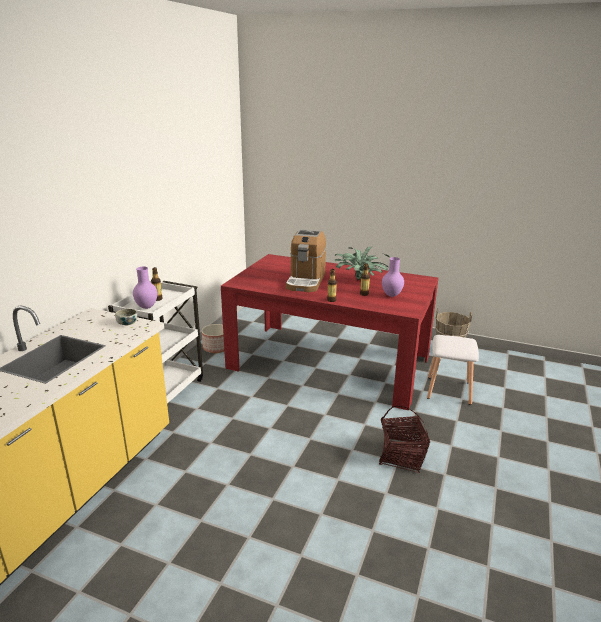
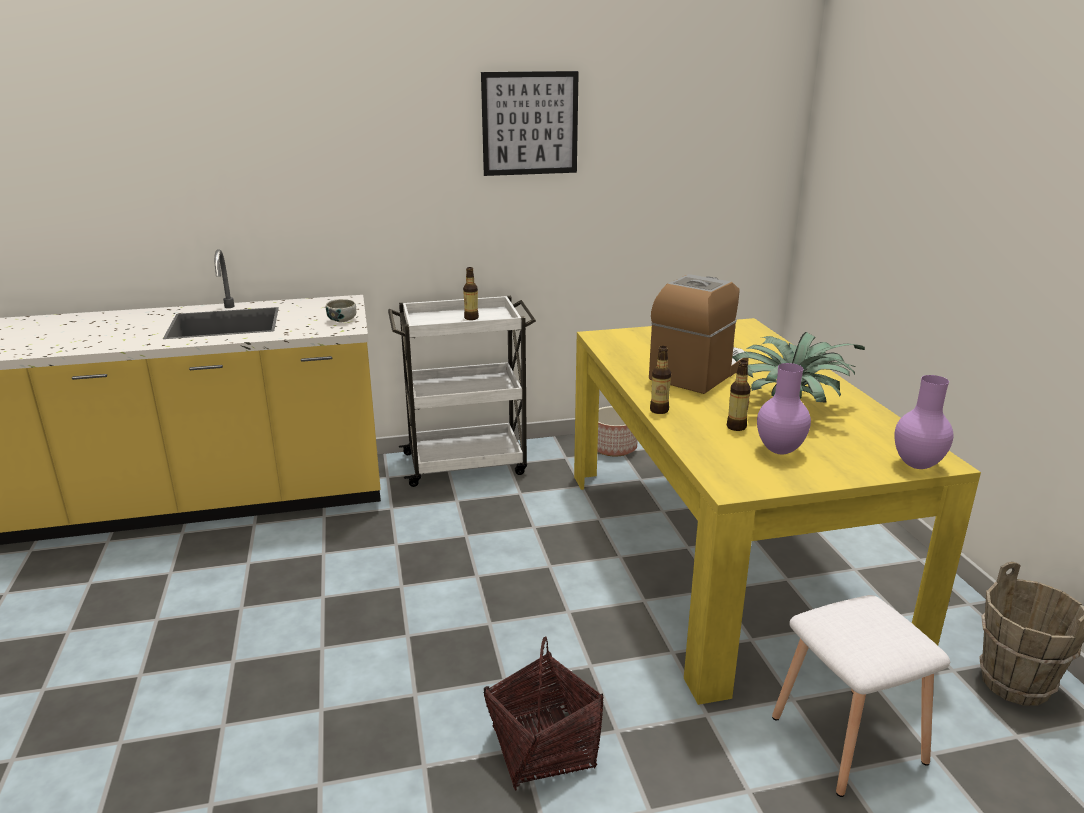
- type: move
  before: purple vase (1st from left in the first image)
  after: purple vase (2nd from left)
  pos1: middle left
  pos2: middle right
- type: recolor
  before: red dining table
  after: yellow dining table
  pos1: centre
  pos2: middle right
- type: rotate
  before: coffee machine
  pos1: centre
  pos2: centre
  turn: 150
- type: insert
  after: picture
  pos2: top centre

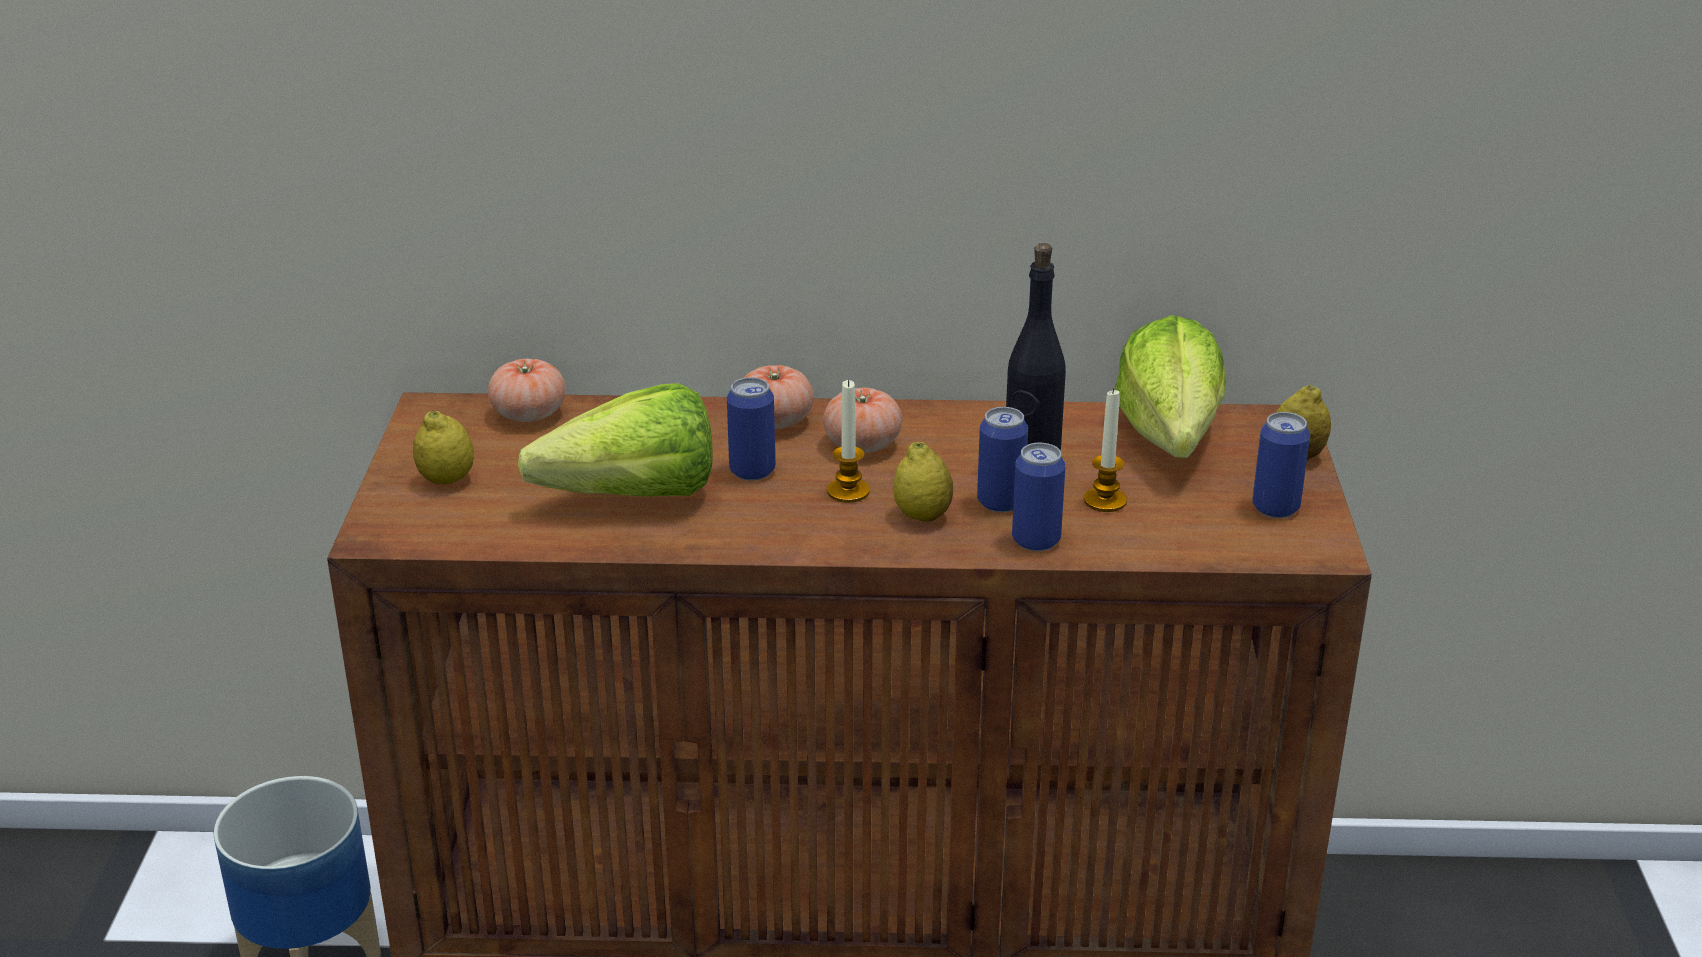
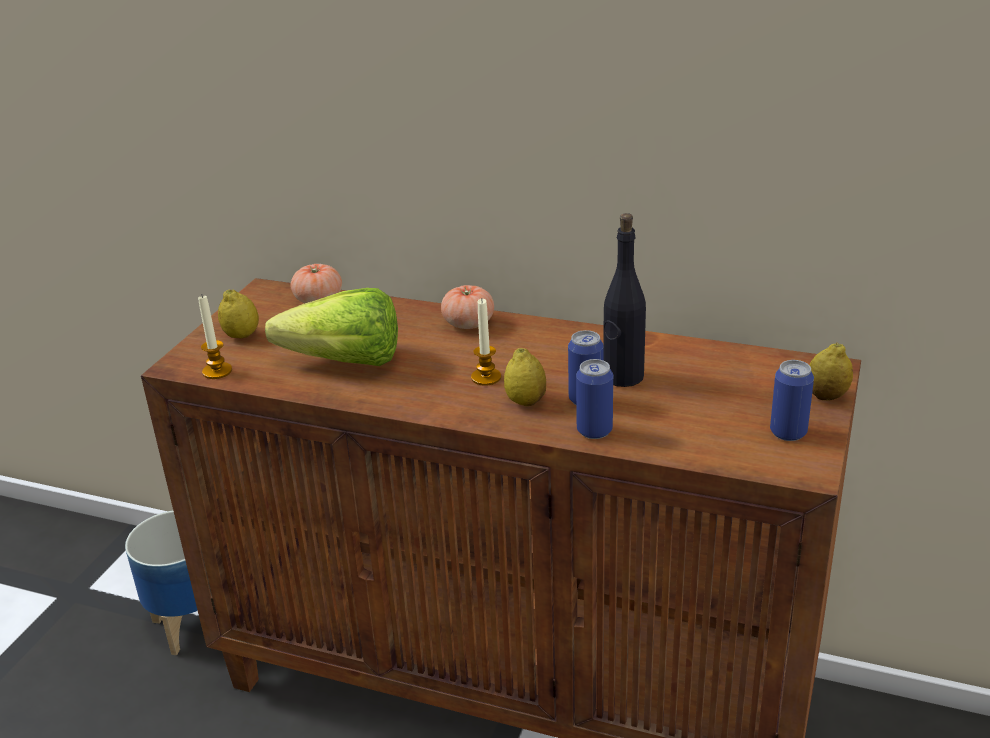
- type: delete
  before: can (1st from left)
  pos1: centre
- type: delete
  before: tomato (3rd from left)
  pos1: centre
- type: move
  before: candle (2nd from left in the first image)
  after: candle (1st from left)
  pos1: centre
  pos2: middle left
- type: delete
  before: lettuce (2nd from left)
  pos1: middle right

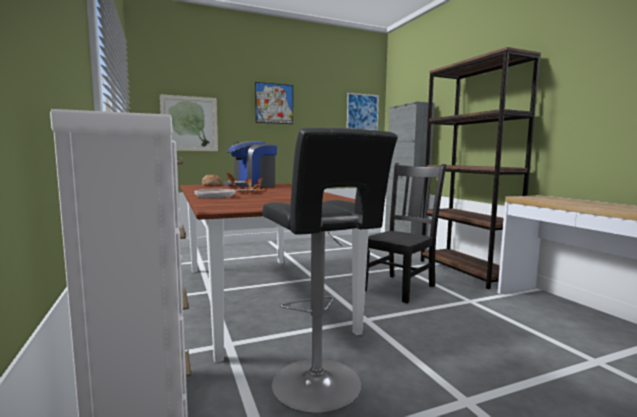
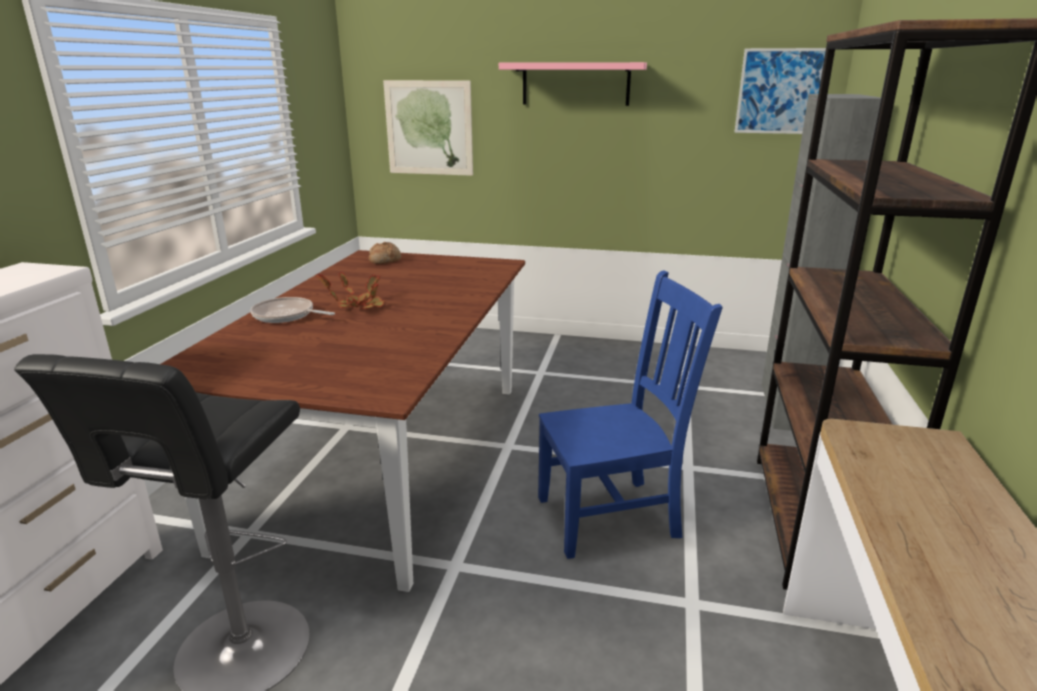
- type: delete
  before: coffee machine
  pos1: centre
- type: replace
  before: picture (2nd from left)
  after: pink shelf
  pos1: top centre
  pos2: top centre
- type: recolor
  before: black chair
  after: blue chair
  pos1: centre
  pos2: centre

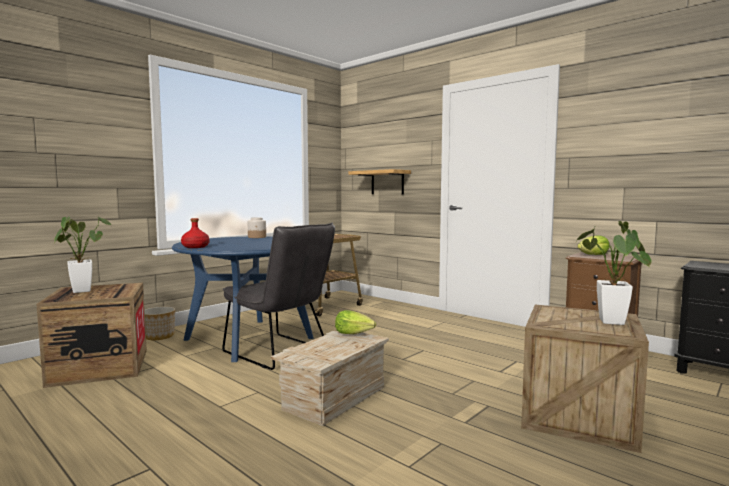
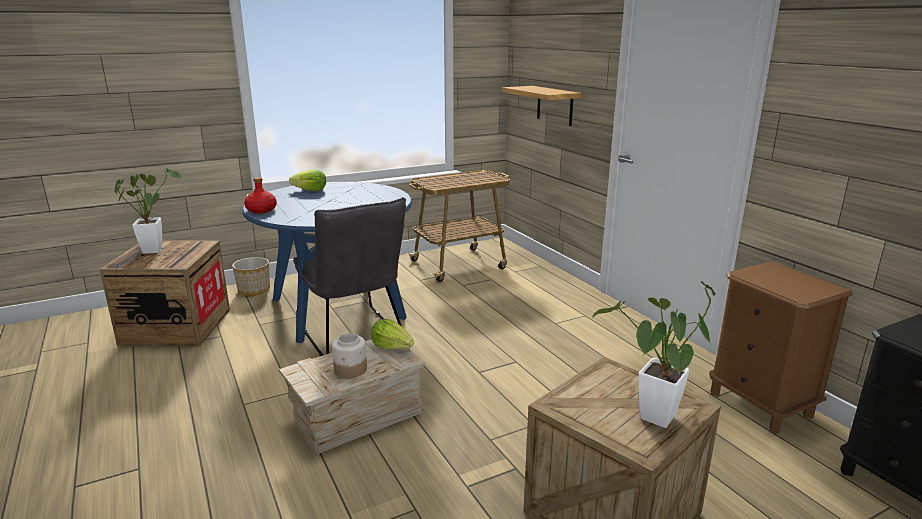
- type: move
  before: jar
  pos1: centre
  pos2: bottom centre
- type: move
  before: lettuce (2nd from left in the first image)
  after: lettuce (1st from left)
  pos1: middle right
  pos2: middle left

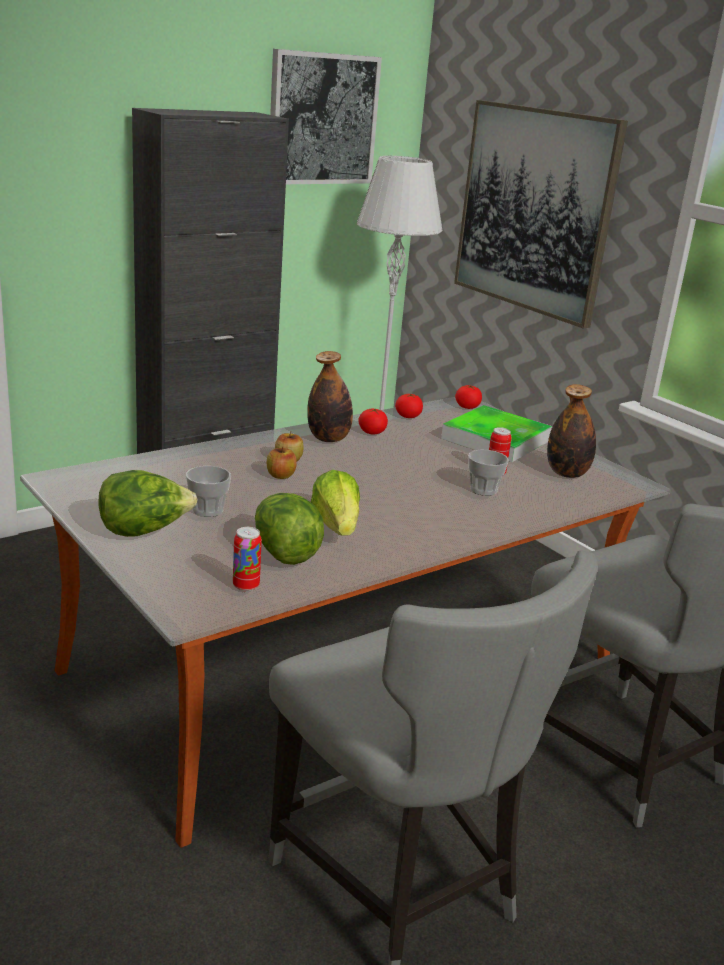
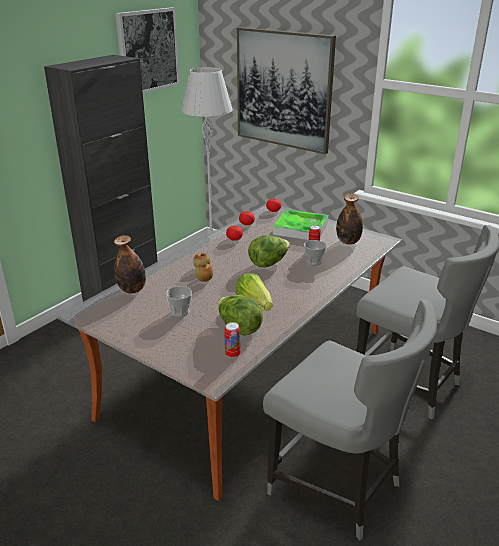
- type: move
  before: lettuce (1st from left in the first image)
  after: lettuce (3rd from left)
  pos1: middle left
  pos2: centre
- type: move
  before: bottle (1st from left)
  pos1: centre
  pos2: middle left

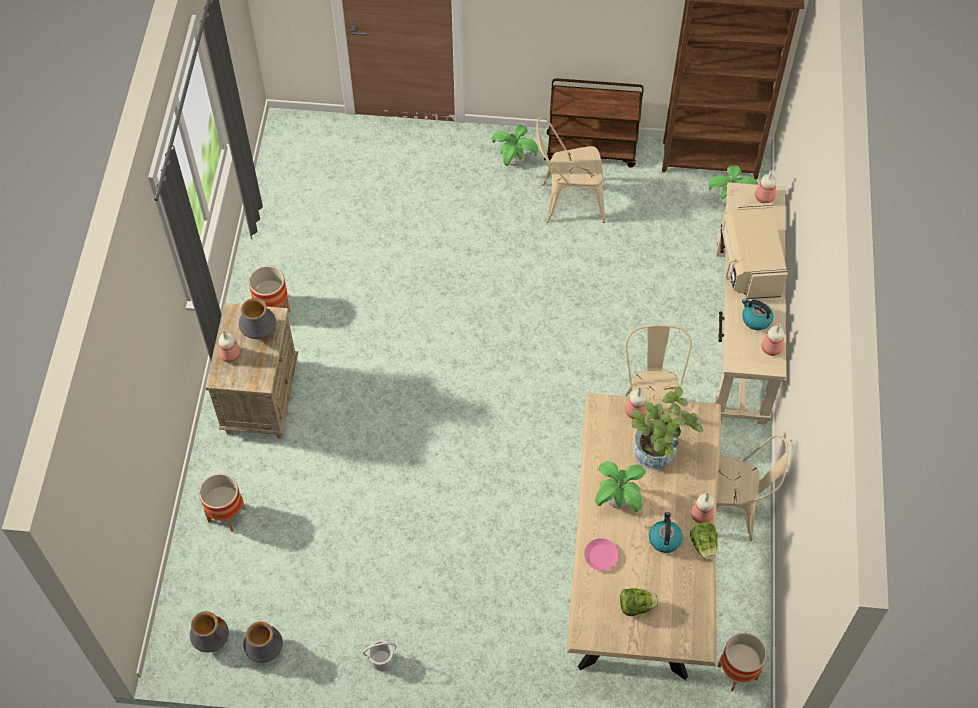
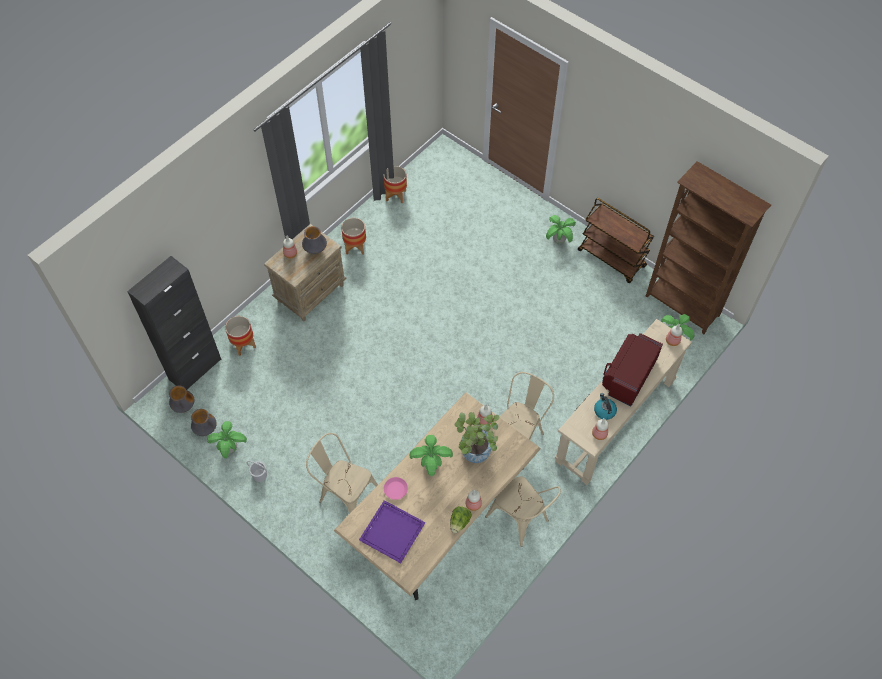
- type: move
  before: beige chair (1st from left)
  pos1: top centre
  pos2: bottom centre
- type: replace
  before: lettuce (1st from left)
  after: purple tray
  pos1: bottom centre
  pos2: bottom centre
- type: delete
  before: kettle (1st from left)
  pos1: bottom right
- type: move
  before: planter (3rd from left)
  pos1: bottom right
  pos2: top centre
- type: recolor
  before: beige microwave
  after: red microwave
  pos1: middle right
  pos2: middle right
- type: insert
  after: black cabinet
  pos2: middle left
- type: insert
  after: potted plant (1st from left)
  pos2: middle left

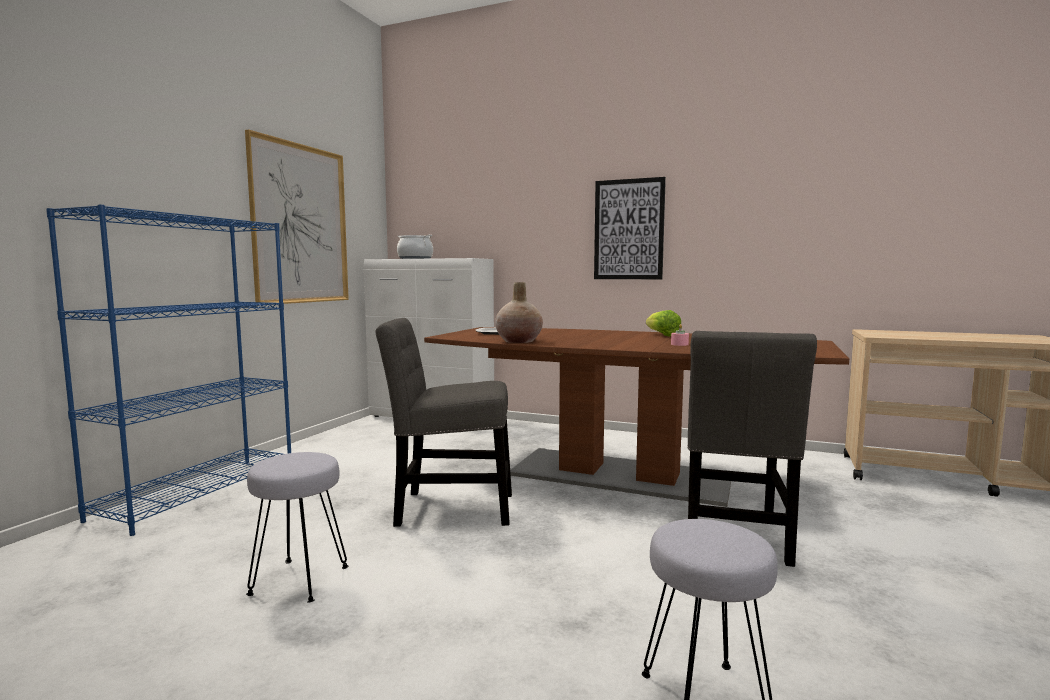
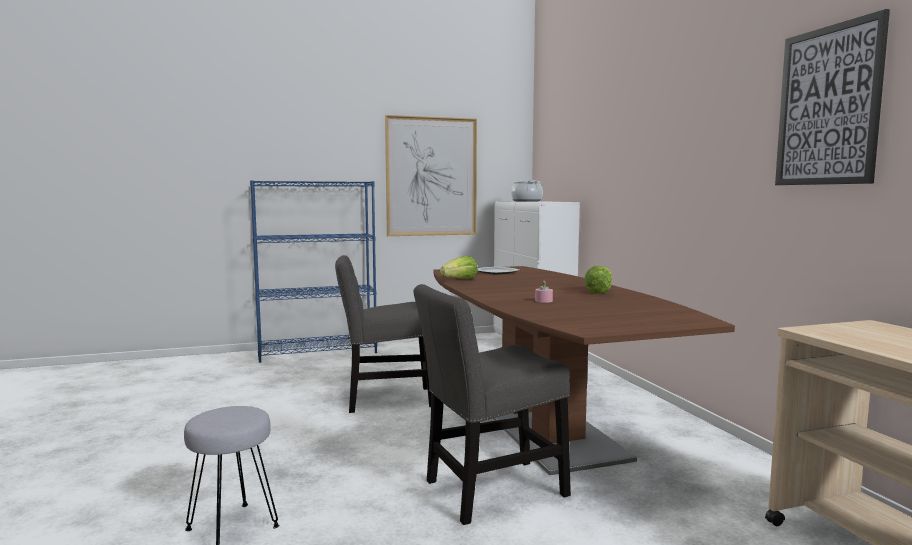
- type: delete
  before: grey stool (1st from left)
  pos1: bottom left
- type: rotate
  before: grey chair (1st from left)
  pos1: centre
  pos2: centre
  turn: -60
- type: replace
  before: beige vase
  after: lettuce (1st from left)
  pos1: centre
  pos2: centre
- type: move
  before: picture (2nd from left)
  pos1: top centre
  pos2: top right

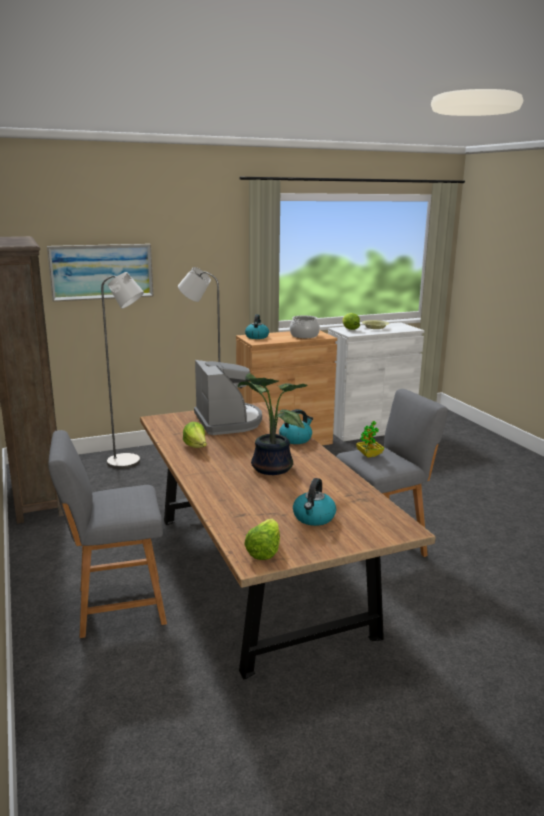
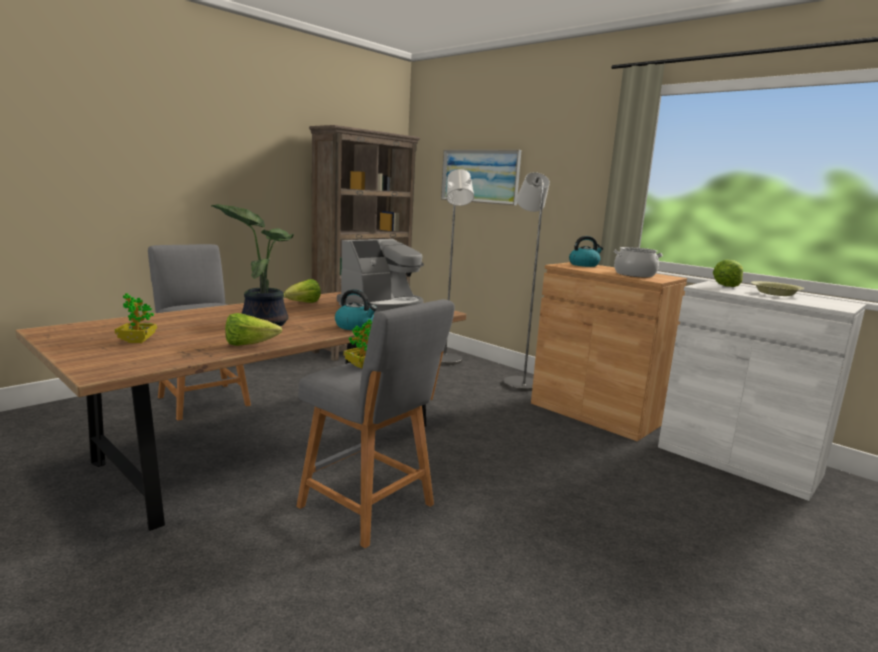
- type: move
  before: lettuce (2nd from left in the first image)
  after: lettuce (1st from left)
  pos1: centre
  pos2: middle left
- type: replace
  before: kettle (3rd from left)
  after: potted plant (1st from left)
  pos1: centre
  pos2: middle left

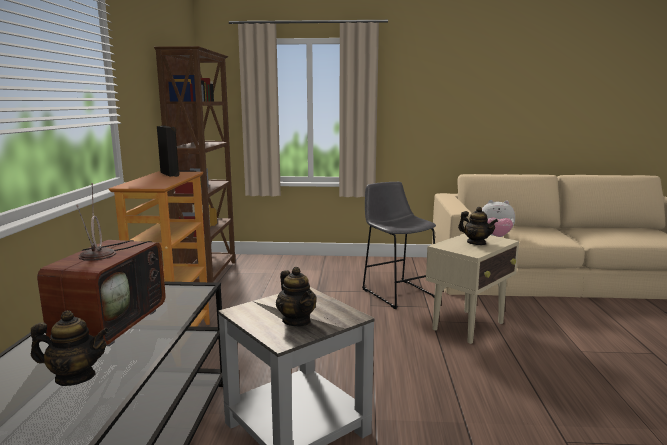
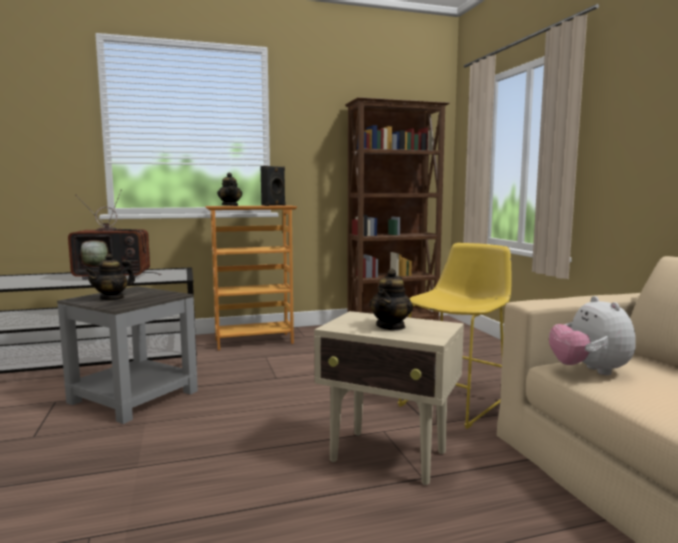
- type: move
  before: teapot (1st from left in the first image)
  after: teapot (2nd from left)
  pos1: bottom left
  pos2: centre
- type: recolor
  before: grey stool
  after: yellow stool
  pos1: centre
  pos2: middle right

